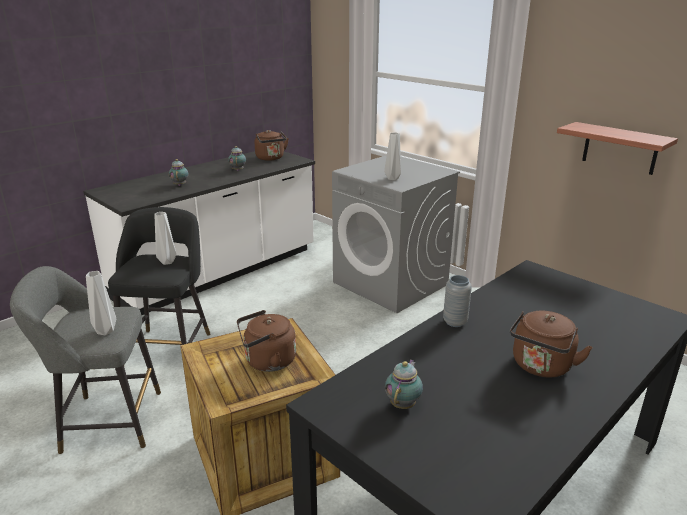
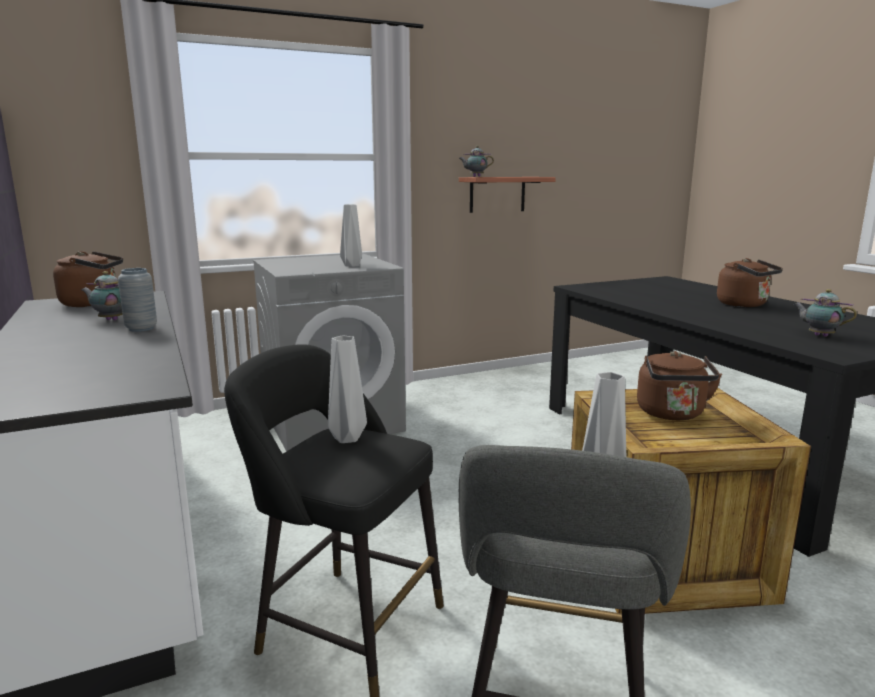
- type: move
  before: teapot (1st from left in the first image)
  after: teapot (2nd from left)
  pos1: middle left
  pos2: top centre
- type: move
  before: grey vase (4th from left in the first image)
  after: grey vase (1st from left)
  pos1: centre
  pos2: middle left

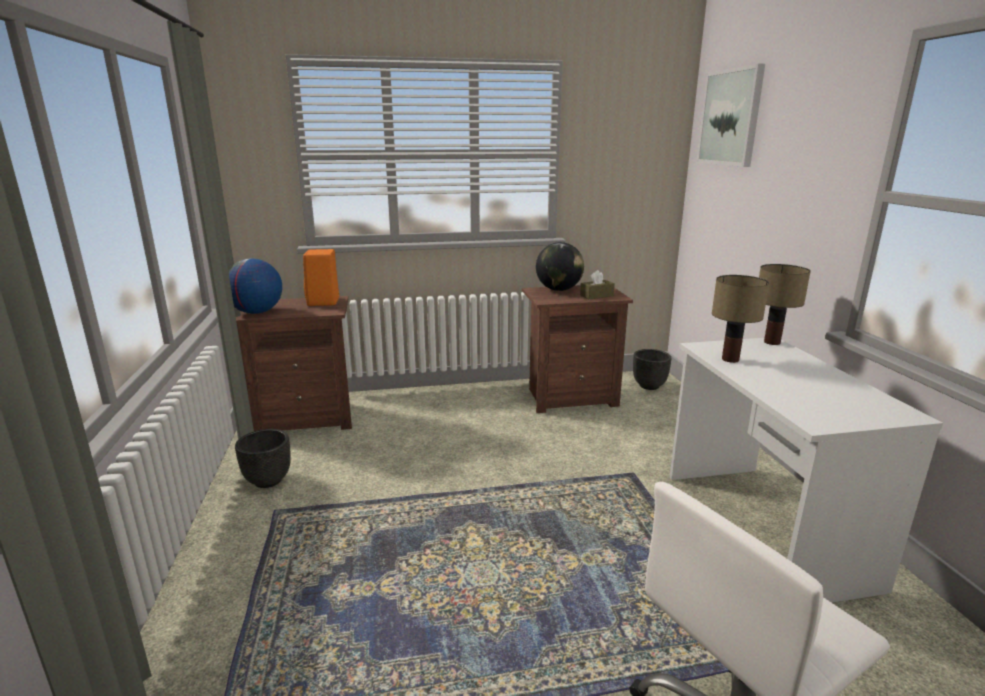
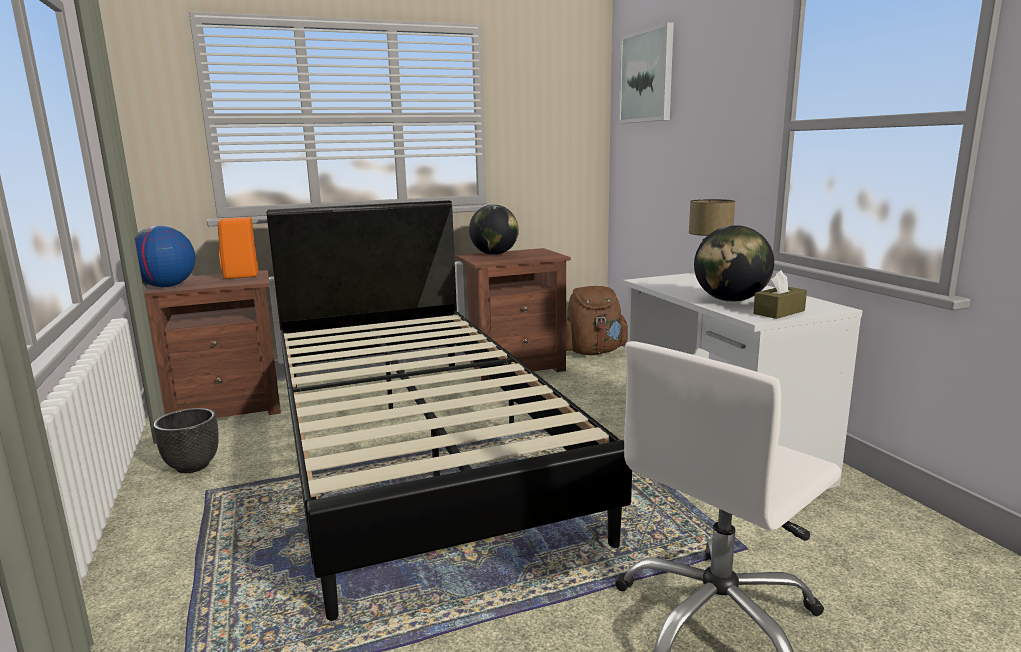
- type: move
  before: brown tissue box
  pos1: centre
  pos2: middle right
- type: replace
  before: black planter (2nd from left)
  after: brown backpack
  pos1: centre
  pos2: centre
- type: delete
  before: table lamp (1st from left)
  pos1: middle right
- type: insert
  after: black bed
  pos2: centre
- type: insert
  after: globe (3rd from left)
  pos2: middle right

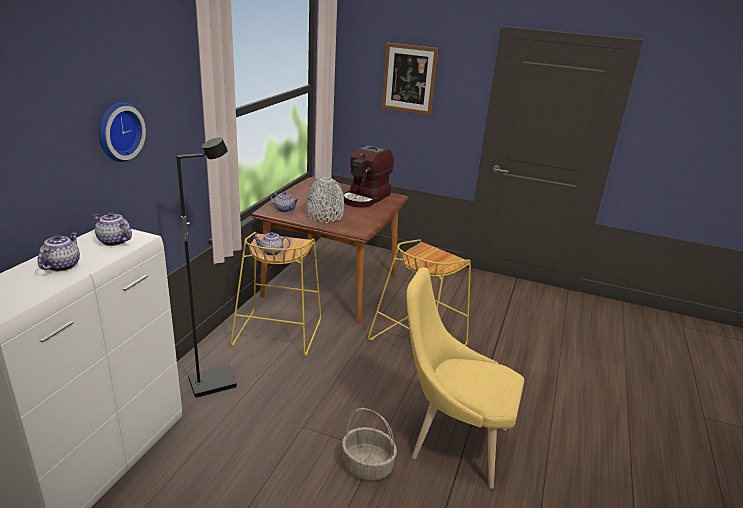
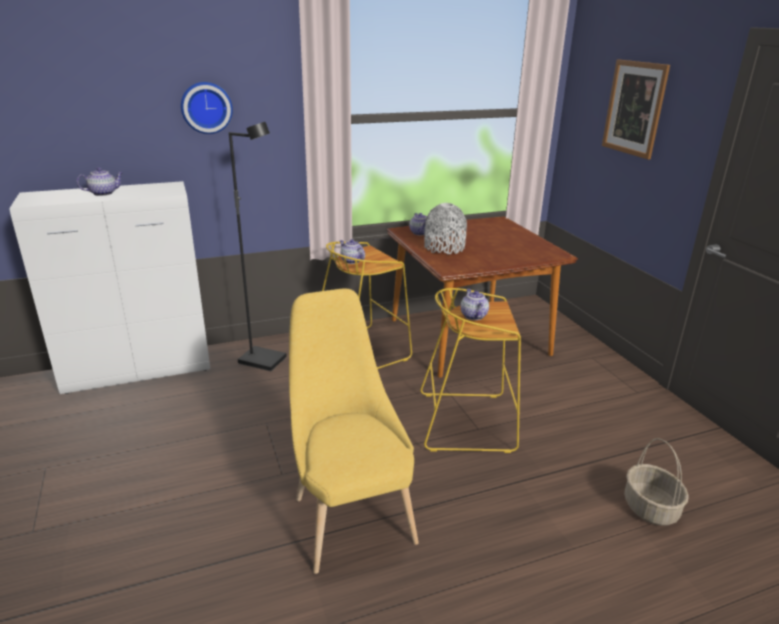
- type: move
  before: teapot (2nd from left in the first image)
  after: teapot (4th from left)
  pos1: middle left
  pos2: centre
- type: move
  before: basket
  pos1: bottom centre
  pos2: bottom right
- type: delete
  before: coffee machine
  pos1: centre

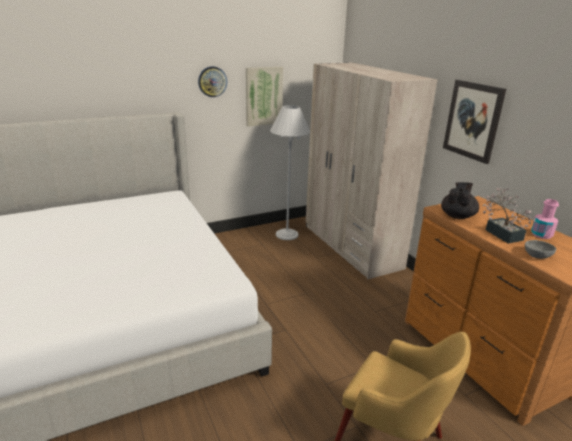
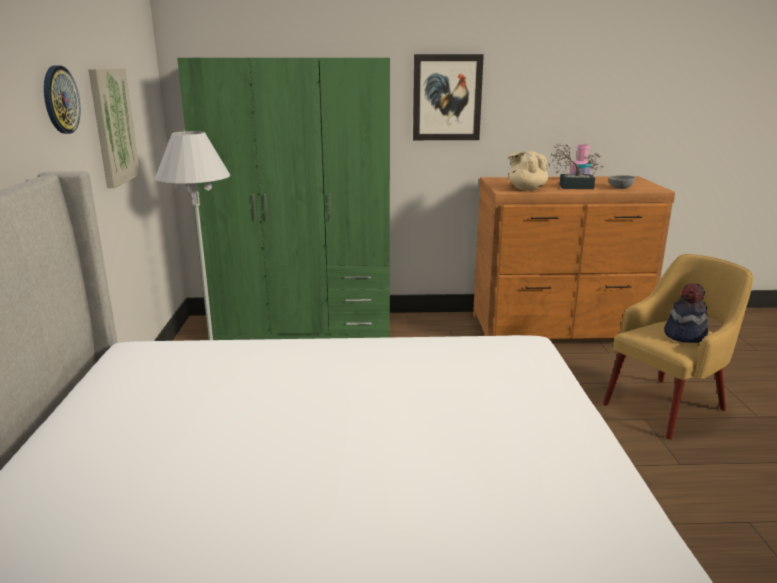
- type: recolor
  before: beige wardrobe
  after: green wardrobe
  pos1: centre
  pos2: centre
- type: recolor
  before: black teapot
  after: beige teapot
  pos1: middle right
  pos2: top right
- type: insert
  after: hat
  pos2: middle right

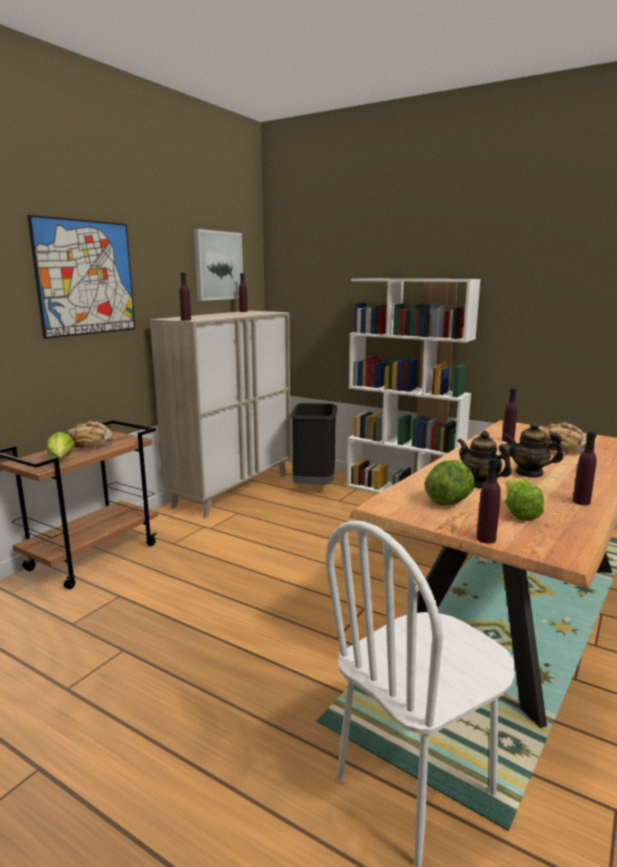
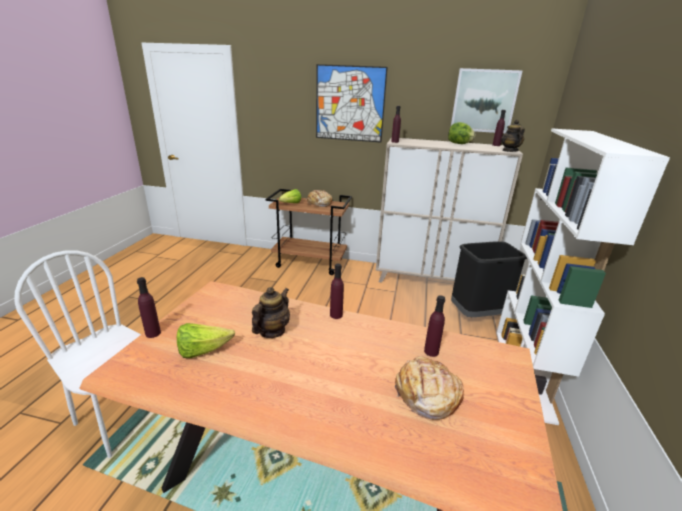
- type: move
  before: lettuce (2nd from left in the first image)
  after: lettuce (3rd from left)
  pos1: middle right
  pos2: top right
- type: move
  before: teapot (2nd from left)
  pos1: middle right
  pos2: top right
- type: move
  before: purple bottle (5th from left in the first image)
  after: purple bottle (2nd from left)
  pos1: middle right
  pos2: centre

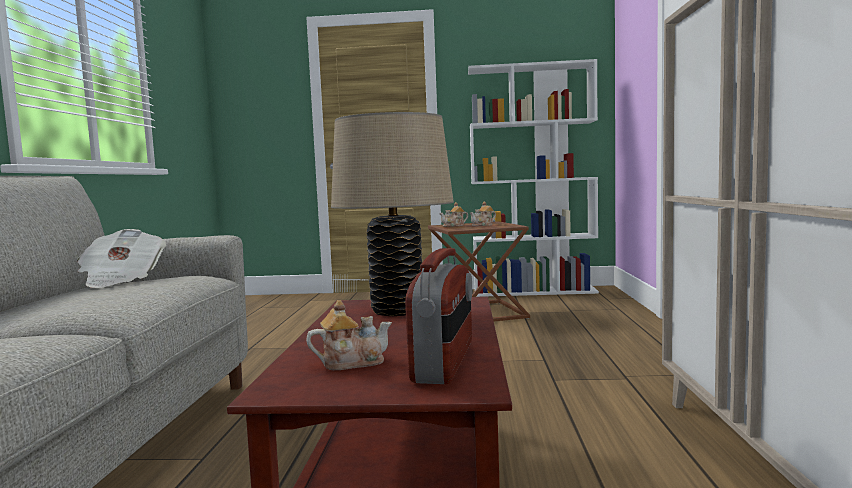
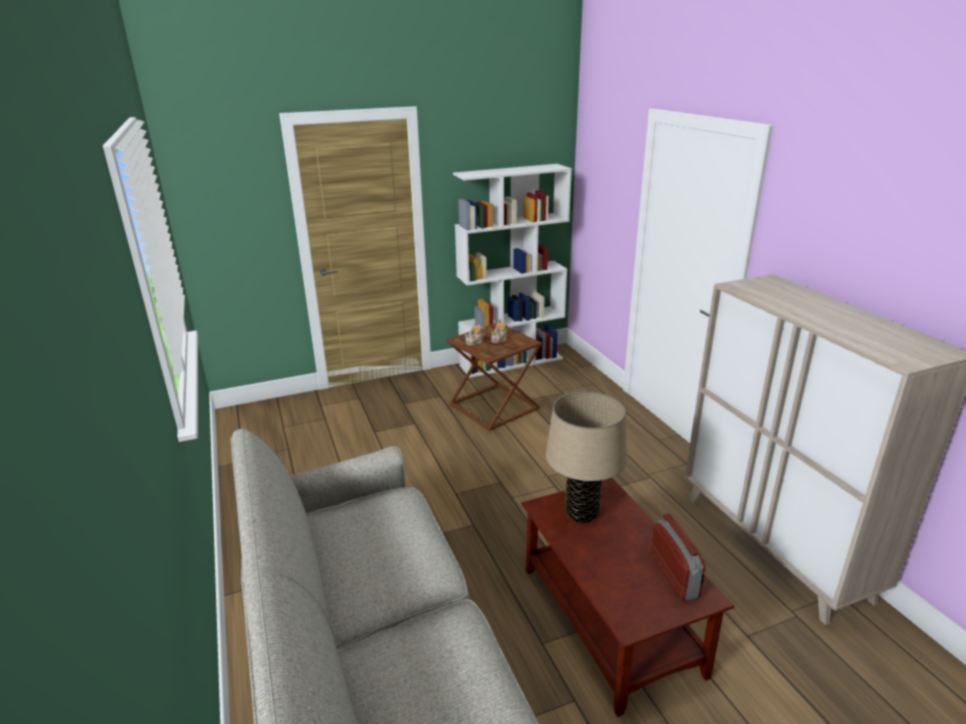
- type: delete
  before: newspaper
  pos1: middle left
- type: delete
  before: teapot (1st from left)
  pos1: bottom centre

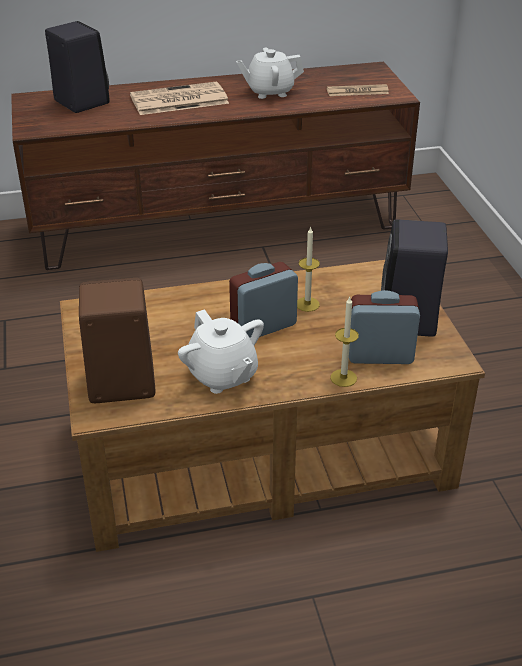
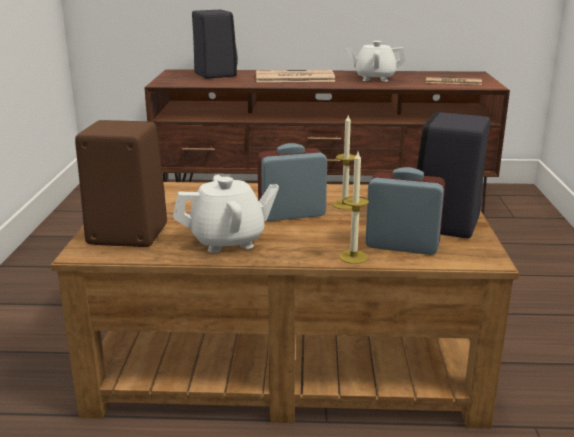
- type: rotate
  before: white teapot (1st from left)
  pos1: centre
  pos2: centre
  turn: -90

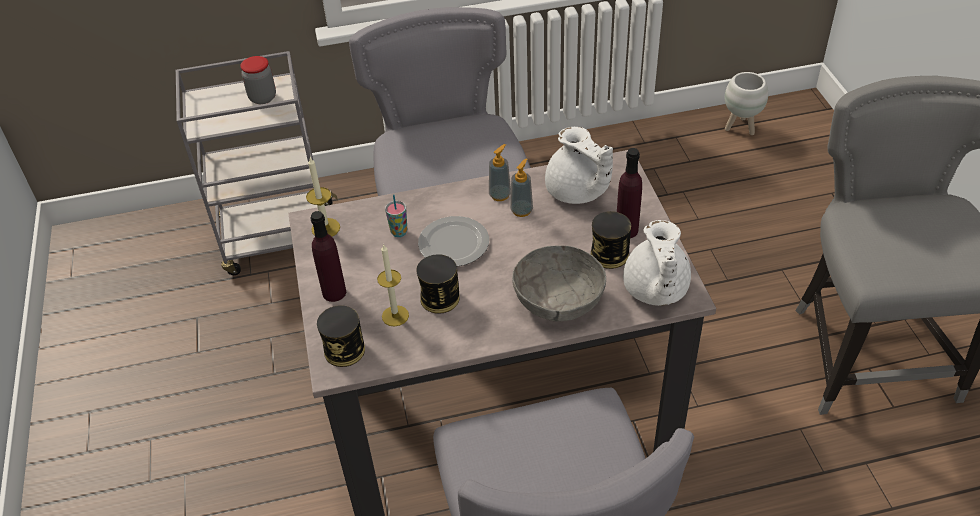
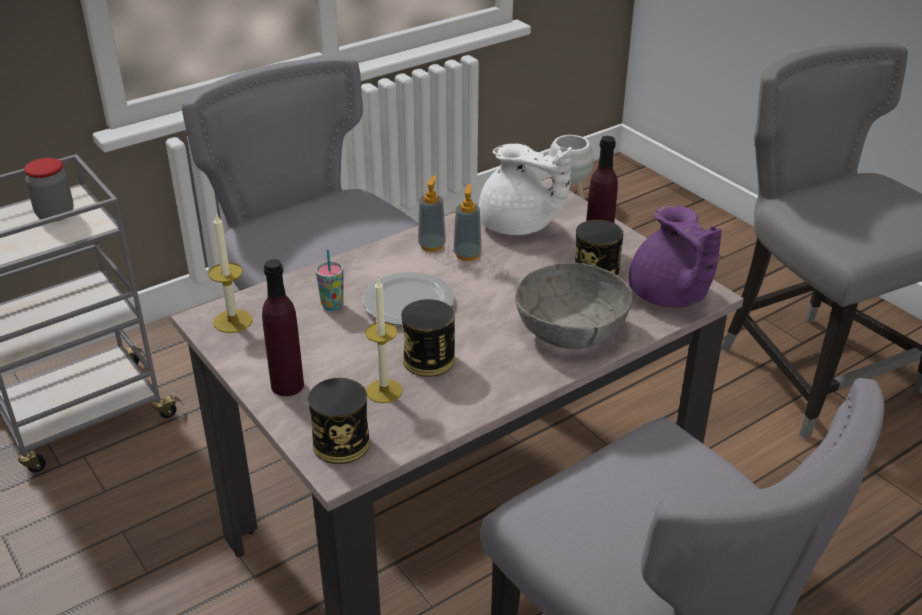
- type: recolor
  before: white teapot (2nd from left)
  after: purple teapot
  pos1: middle right
  pos2: middle right

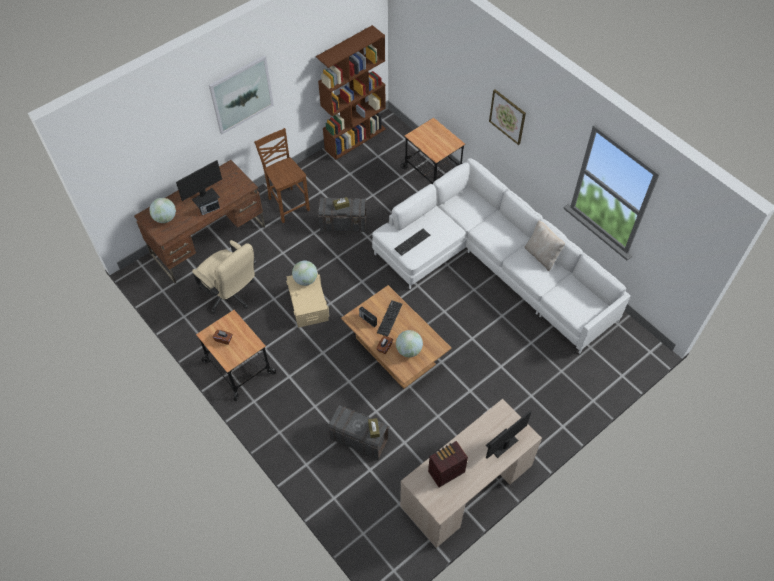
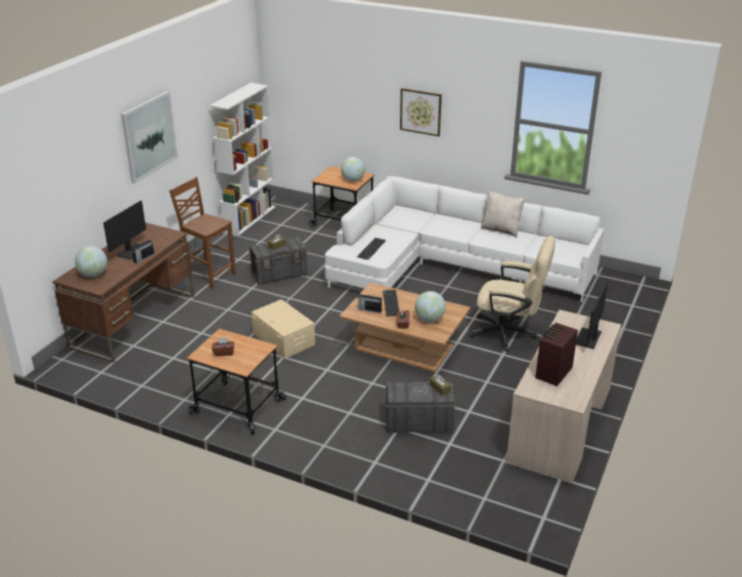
- type: move
  before: beige office chair
  pos1: middle left
  pos2: middle right
- type: move
  before: globe (2nd from left)
  pos1: centre
  pos2: top centre
- type: recolor
  before: brown bookcase
  after: white bookcase
  pos1: top centre
  pos2: top left

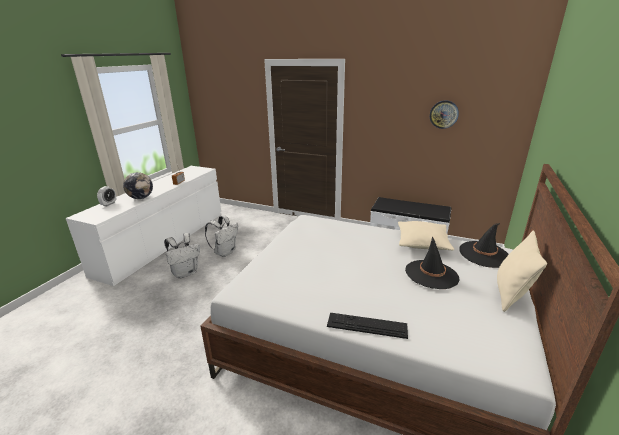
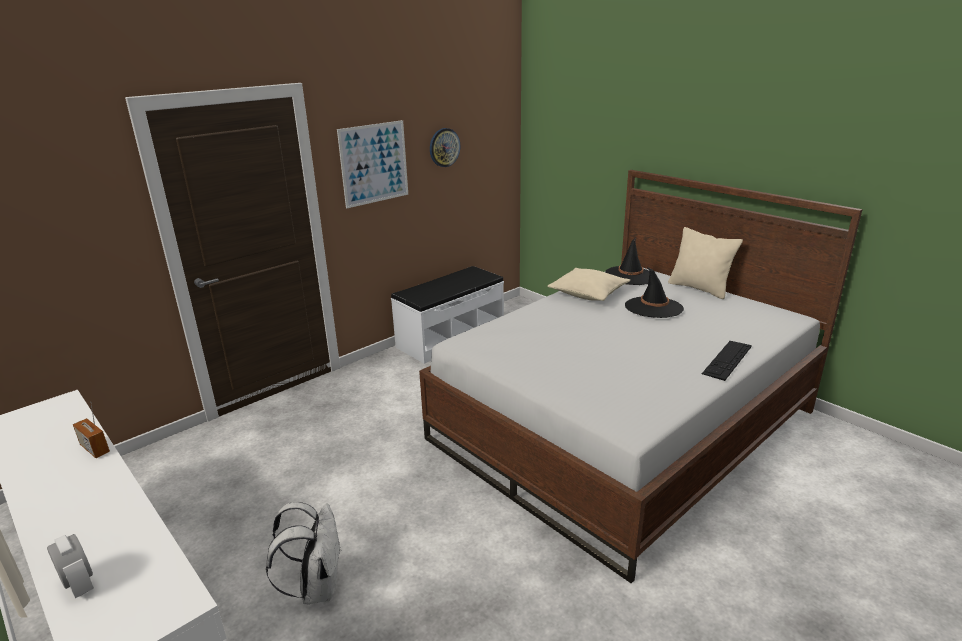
- type: delete
  before: globe
  pos1: middle left
- type: delete
  before: white backpack (2nd from left)
  pos1: centre
- type: insert
  after: picture
  pos2: top centre

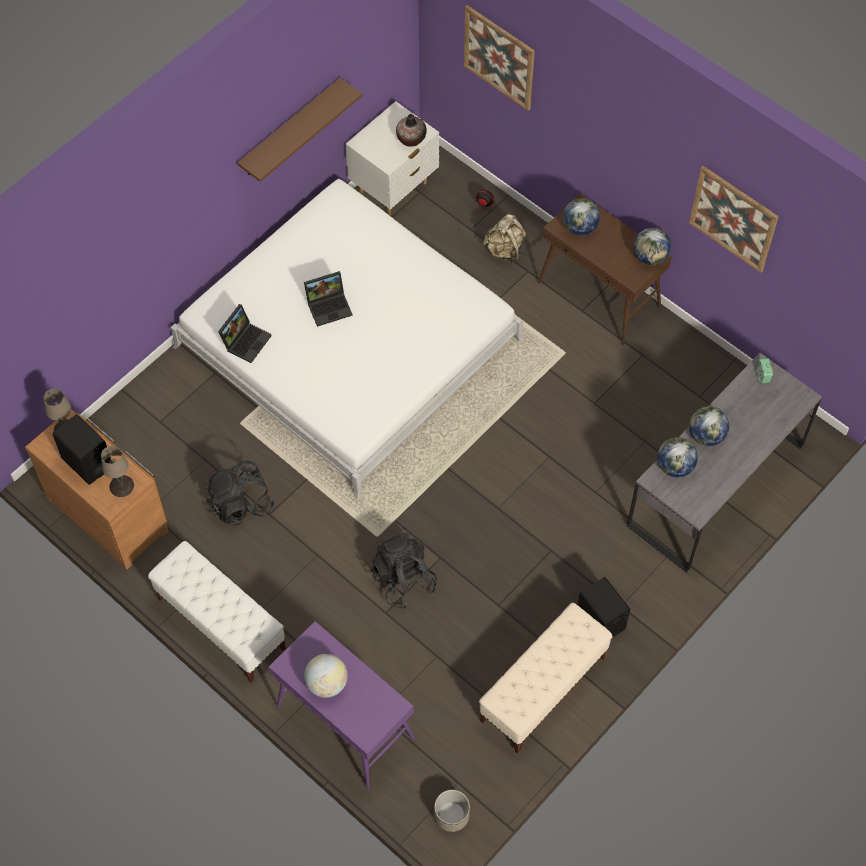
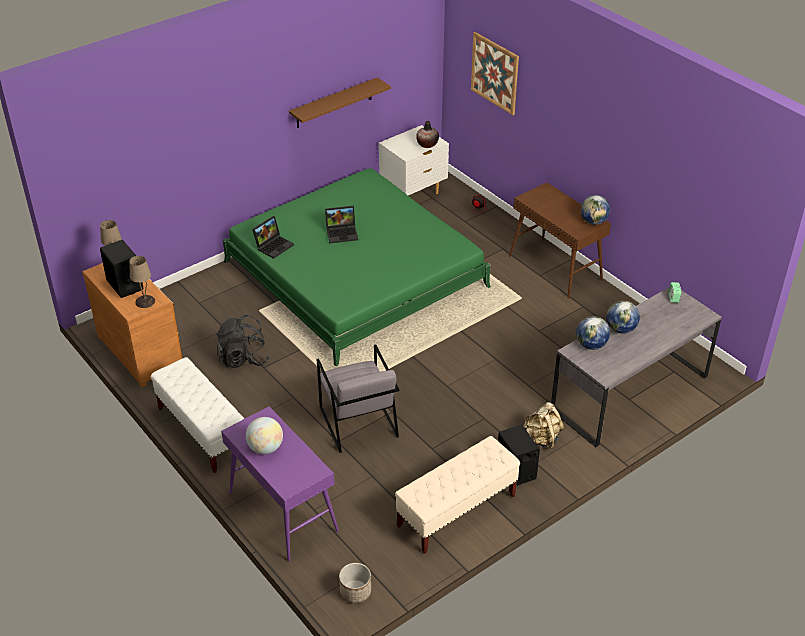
- type: recolor
  before: white bed
  after: green bed
  pos1: centre
  pos2: centre
- type: replace
  before: black backpack (2nd from left)
  after: grey armchair
  pos1: centre
  pos2: centre
- type: move
  before: beige backpack
  pos1: top centre
  pos2: bottom right
- type: delete
  before: globe (2nd from left)
  pos1: top right
- type: delete
  before: picture (2nd from left)
  pos1: top right

